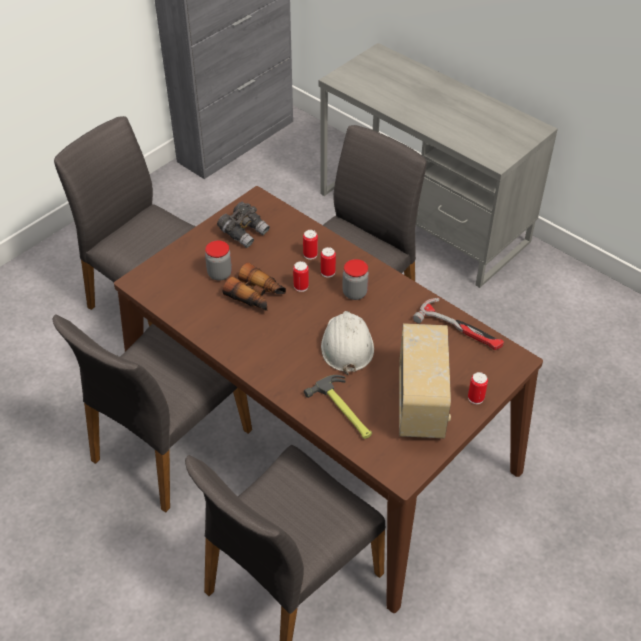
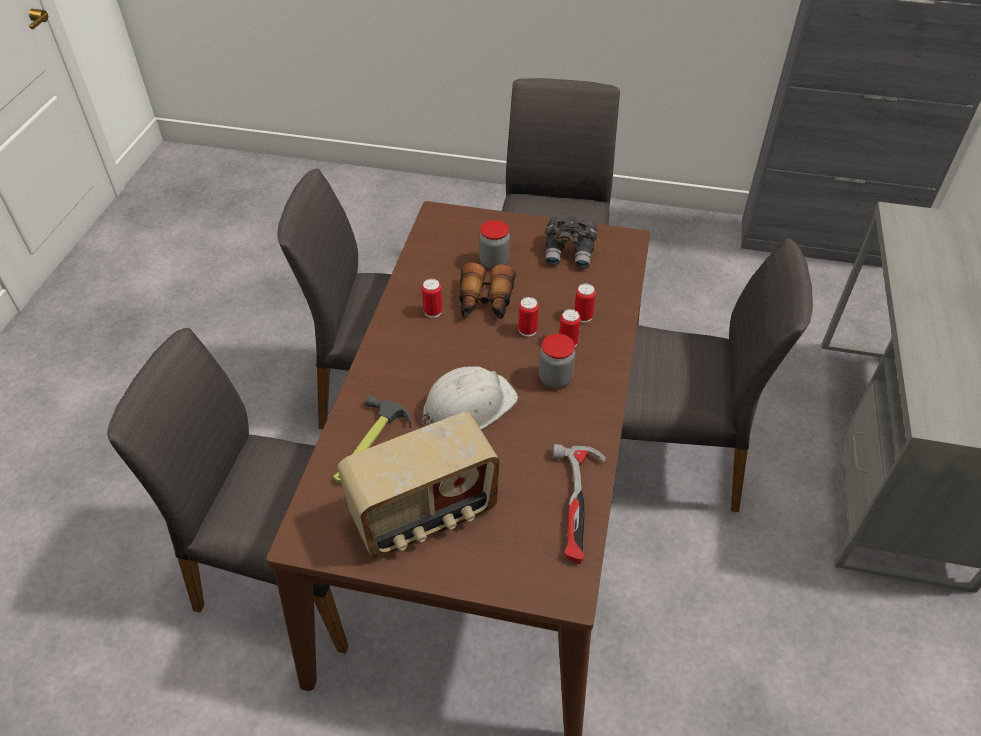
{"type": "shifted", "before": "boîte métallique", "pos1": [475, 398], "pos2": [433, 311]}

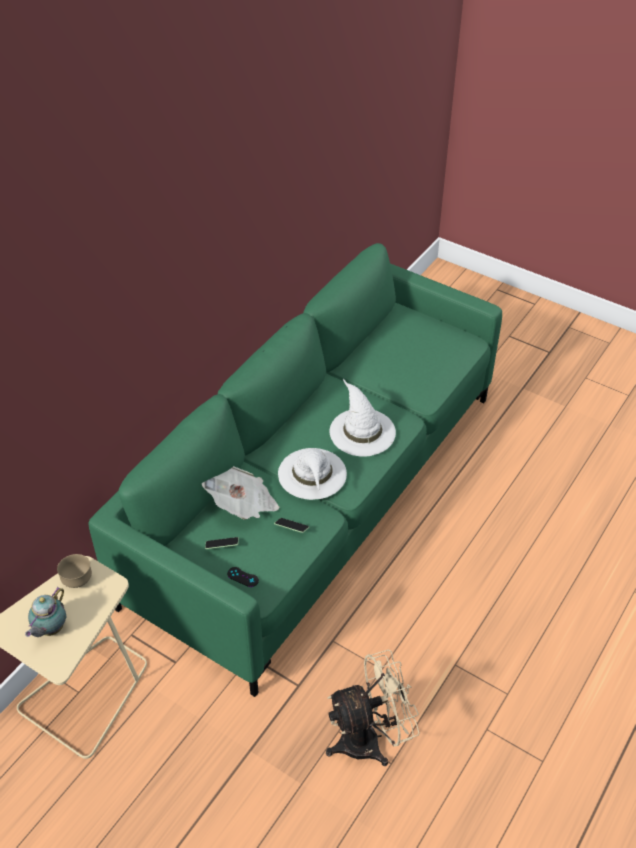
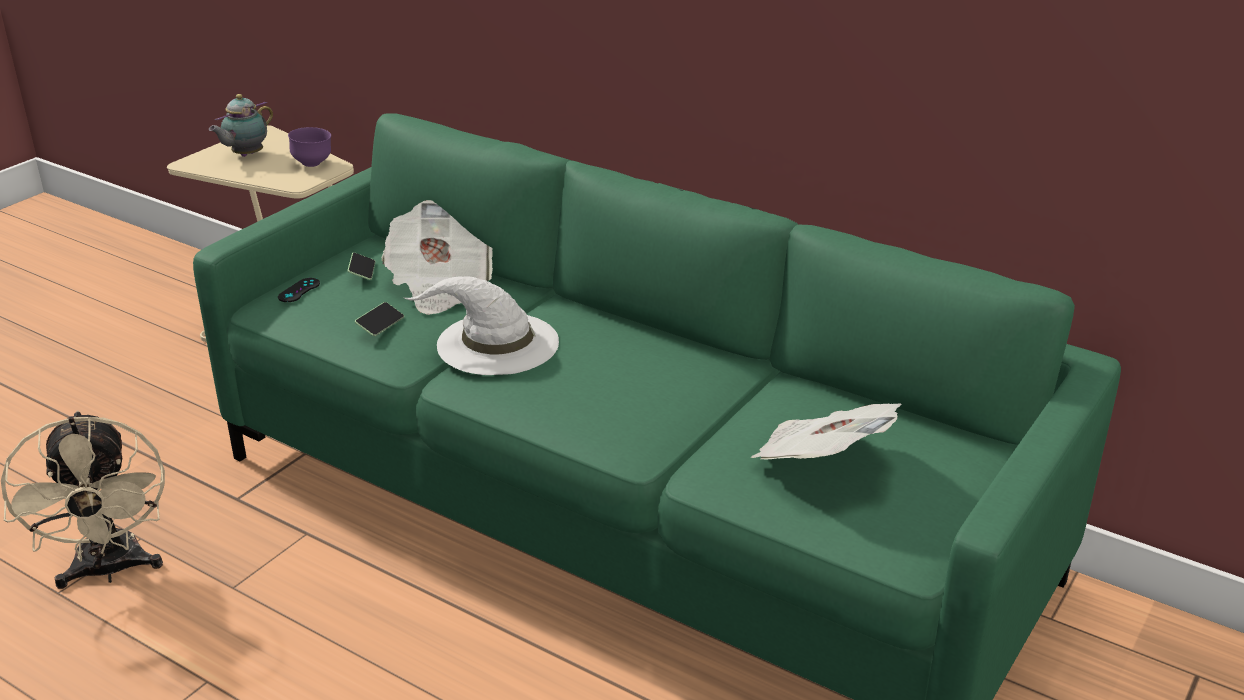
{"type": "gone", "before": "chapeau [blanc]", "pos1": [361, 431]}
{"type": "repainted", "before": "bol [marron]", "after": "bol [violet]", "pos1": [77, 580], "pos2": [313, 164]}
{"type": "rotated", "before": "théière", "pos1": [50, 629], "pos2": [245, 155], "turn": -75}
{"type": "new", "after": "journal", "pos2": [821, 462]}

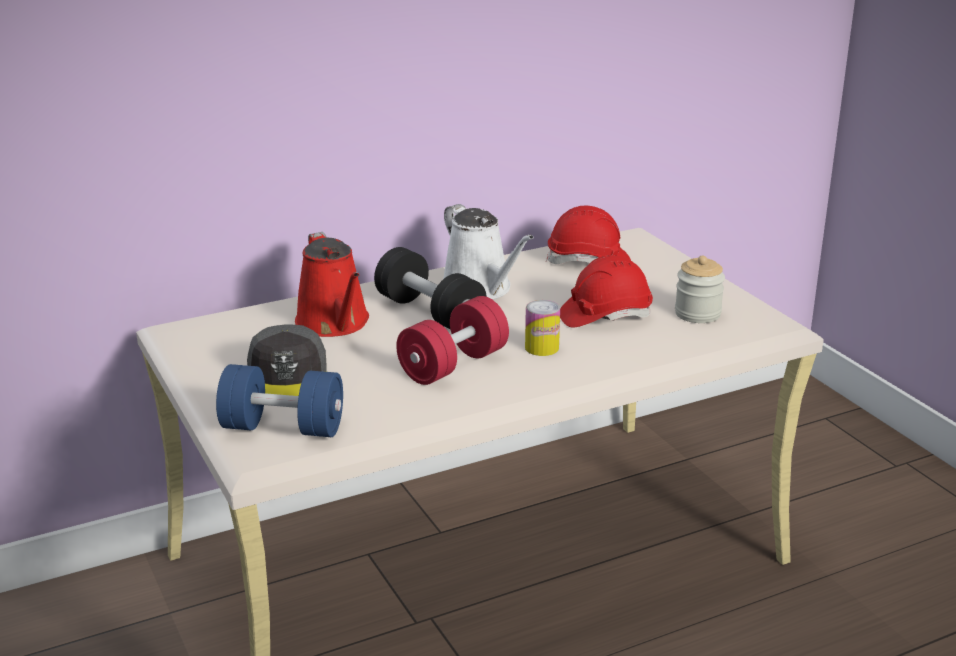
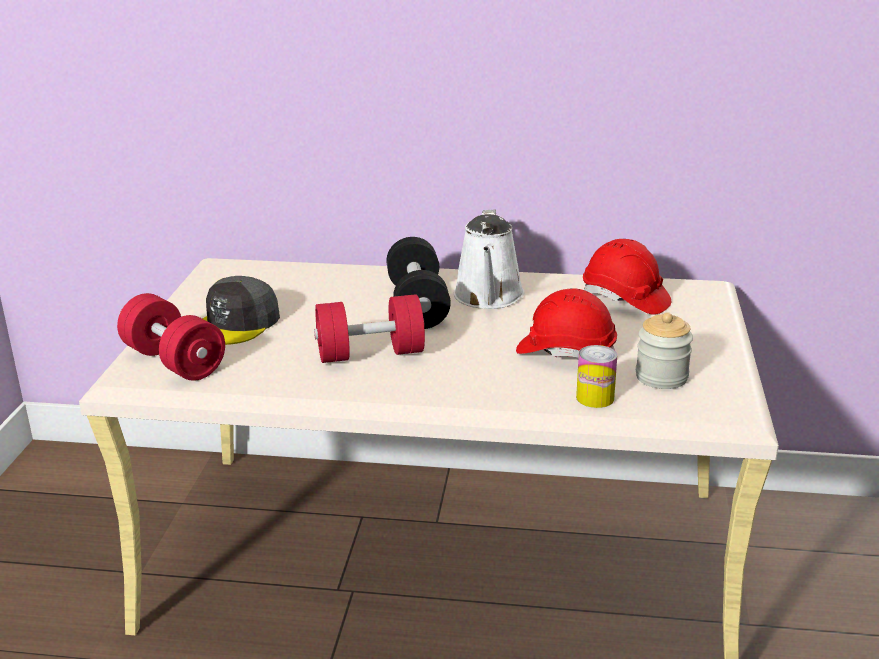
{"type": "gone", "before": "arrosoir [rouge]", "pos1": [334, 324]}
{"type": "shifted", "before": "boîte métallique", "pos1": [542, 348], "pos2": [595, 398]}
{"type": "repainted", "before": "haltère [bleu]", "after": "haltère [rouge]", "pos1": [282, 428], "pos2": [174, 361]}

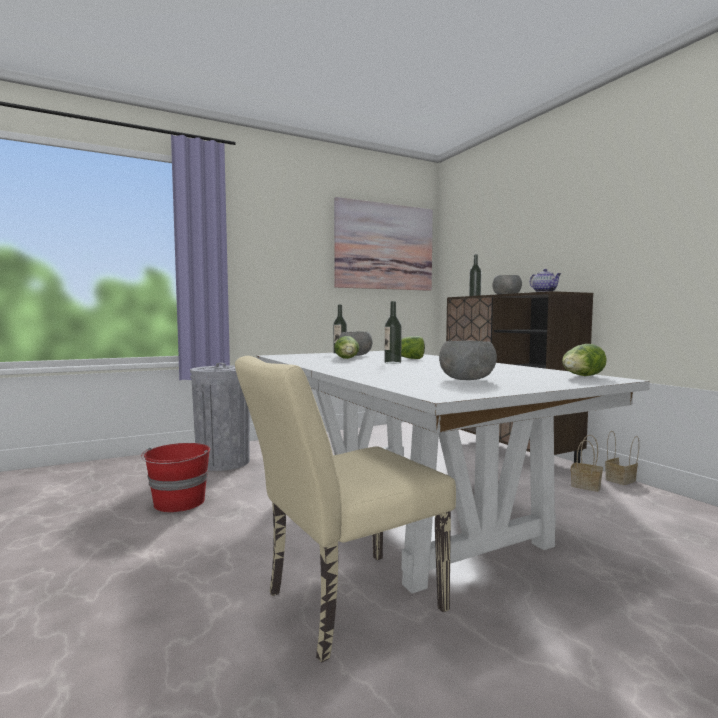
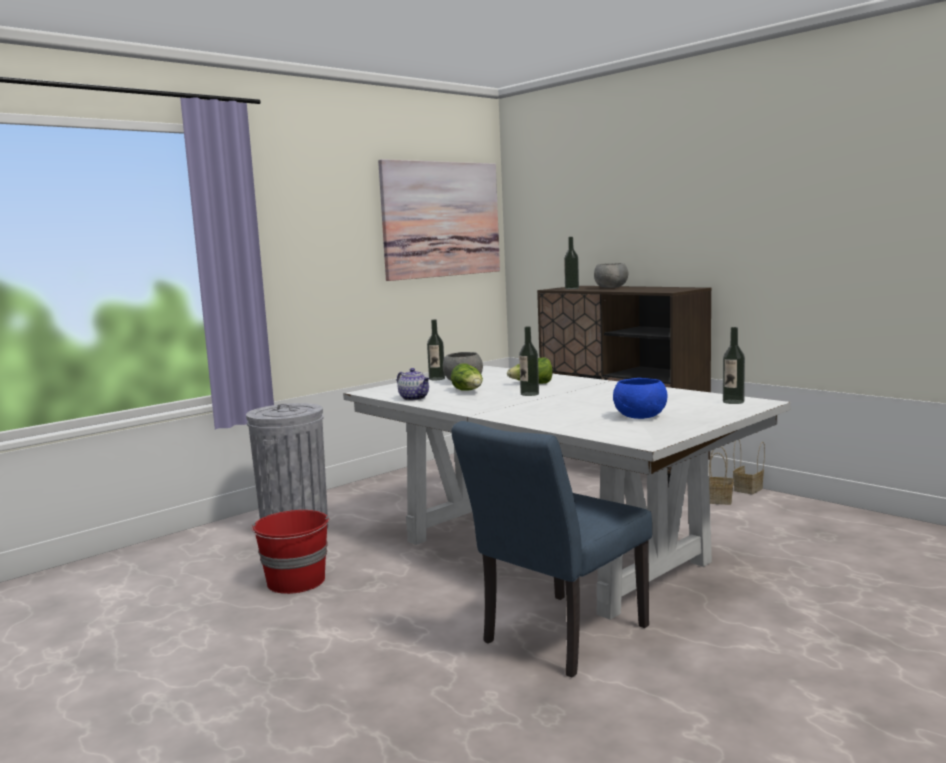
{"type": "shifted", "before": "théière", "pos1": [545, 292], "pos2": [414, 398]}
{"type": "repainted", "before": "bol [gris]", "after": "bol [bleu]", "pos1": [467, 379], "pos2": [640, 417]}
{"type": "swapped", "before": "laitue", "after": "bouteille", "pos1": [581, 377], "pos2": [733, 402]}
{"type": "repainted", "before": "chaise [beige]", "after": "chaise [bleu]", "pos1": [342, 605], "pos2": [557, 638]}

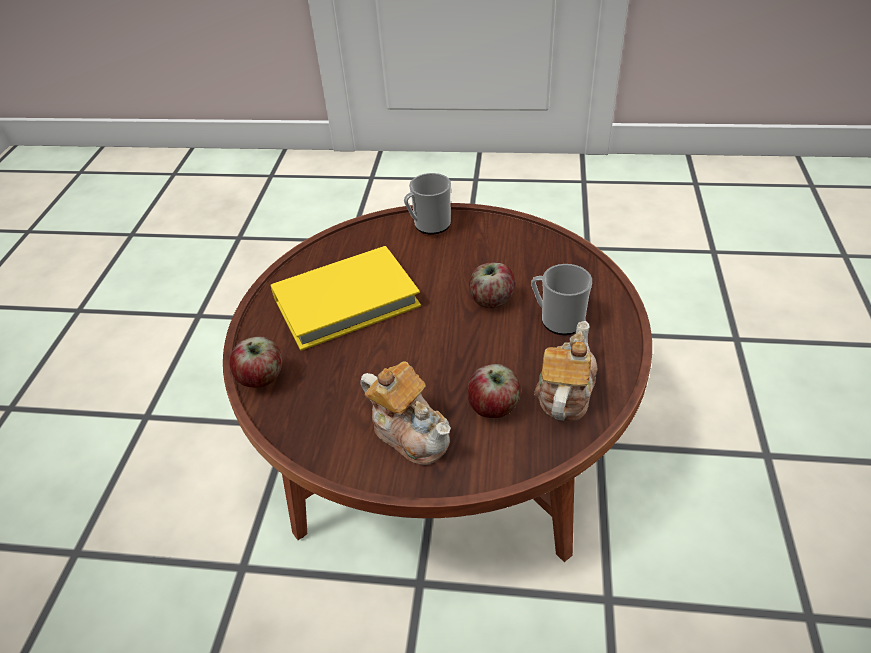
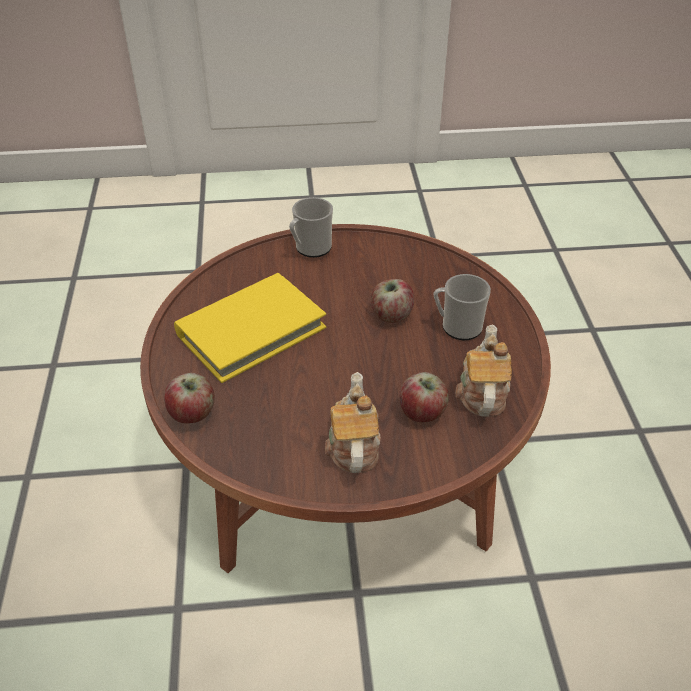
{"type": "rotated", "before": "théière", "pos1": [410, 432], "pos2": [353, 445], "turn": -120}

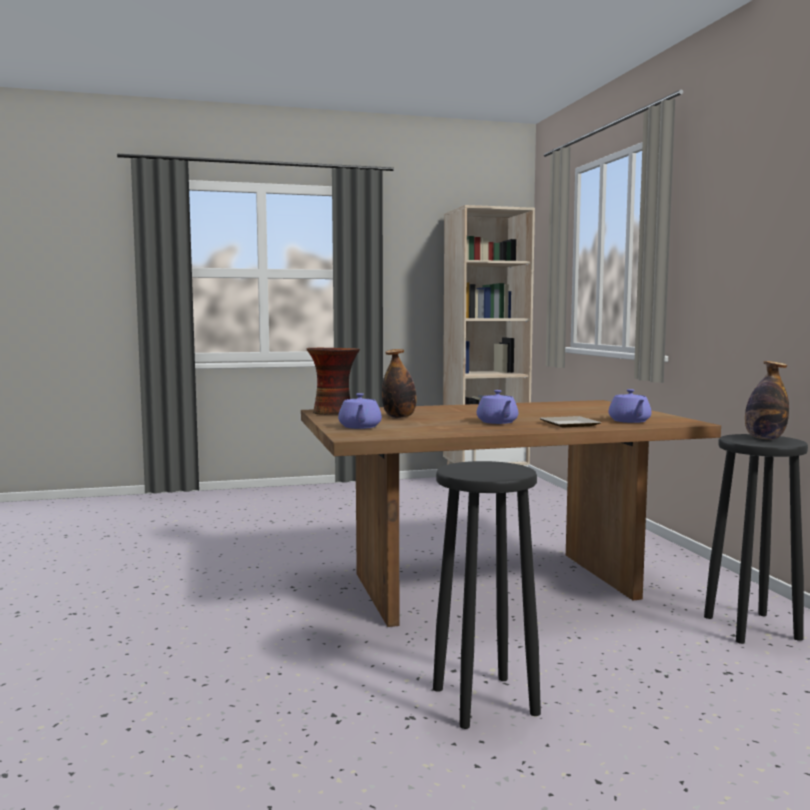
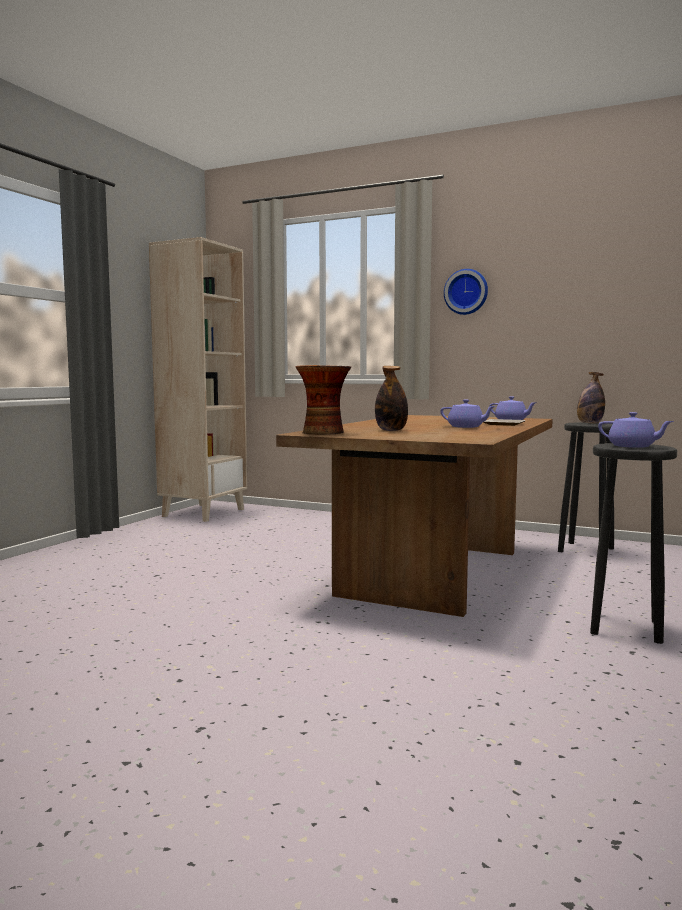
{"type": "shifted", "before": "théière [violet]", "pos1": [360, 427], "pos2": [633, 446]}
{"type": "new", "after": "horloge murale", "pos2": [466, 292]}

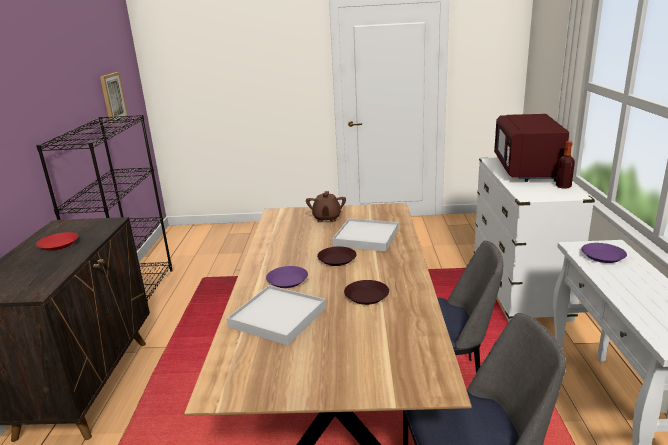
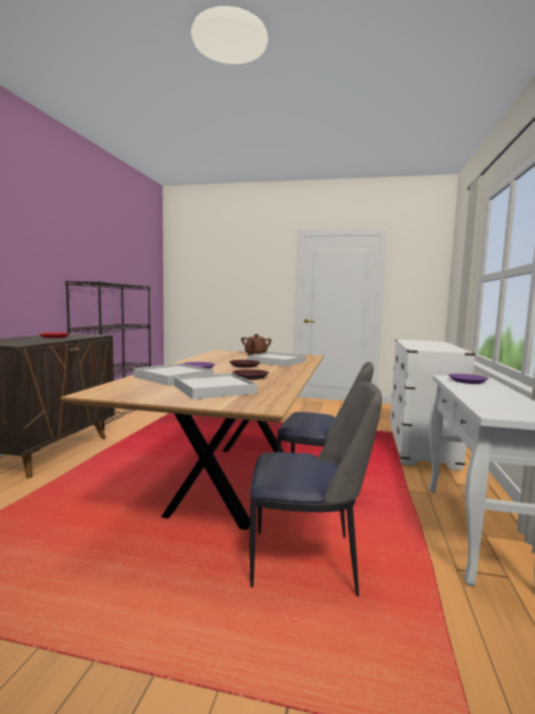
{"type": "gone", "before": "tableau", "pos1": [113, 97]}
{"type": "gone", "before": "micro-ondes [rouge]", "pos1": [527, 170]}
{"type": "gone", "before": "bouteille", "pos1": [563, 186]}
{"type": "new", "after": "plateau [blanc]", "pos2": [213, 389]}

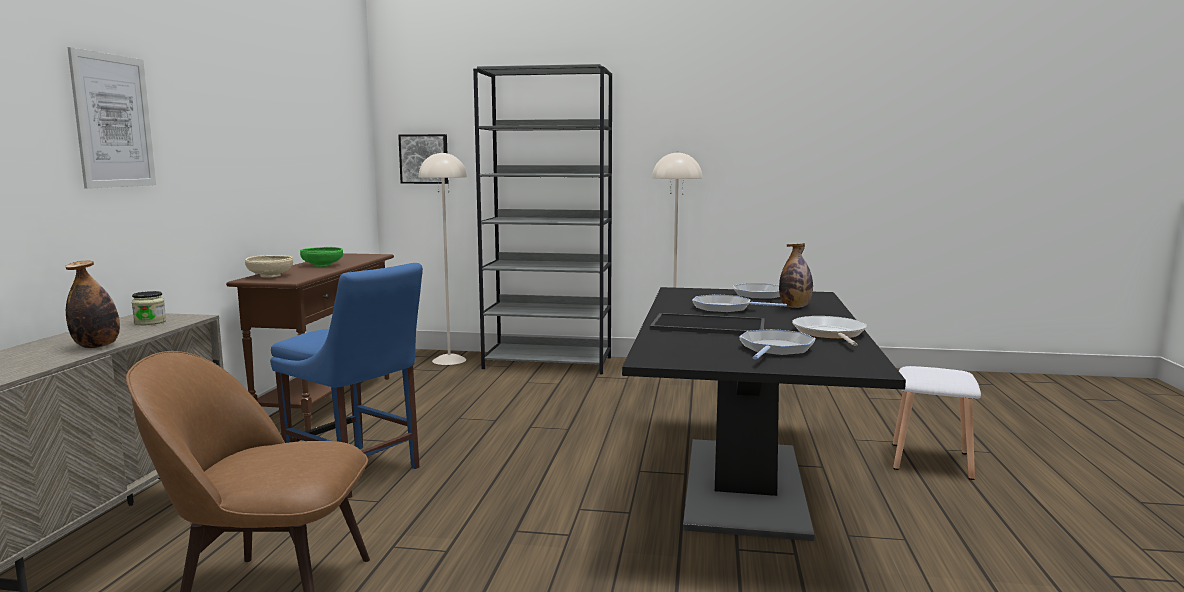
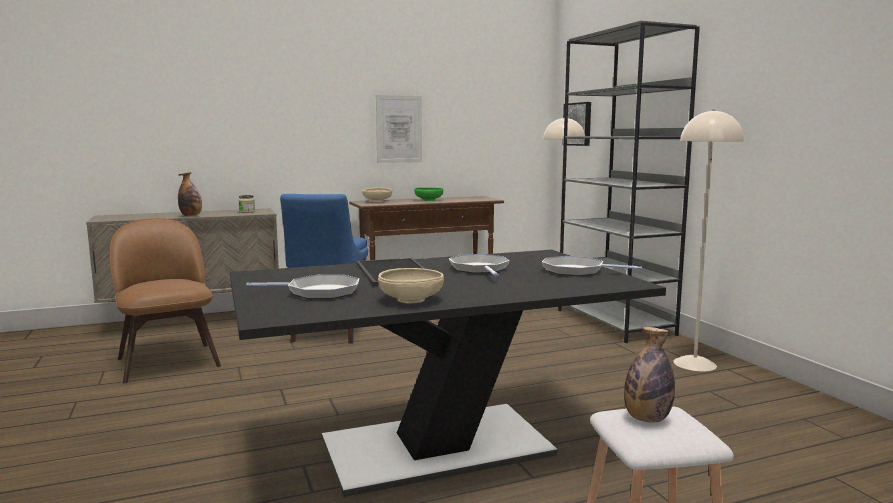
{"type": "shifted", "before": "tableau", "pos1": [113, 121], "pos2": [399, 129]}
{"type": "shifted", "before": "bouteille", "pos1": [795, 307], "pos2": [647, 419]}
{"type": "swapped", "before": "poêle", "after": "bol [beige]", "pos1": [829, 334], "pos2": [411, 300]}

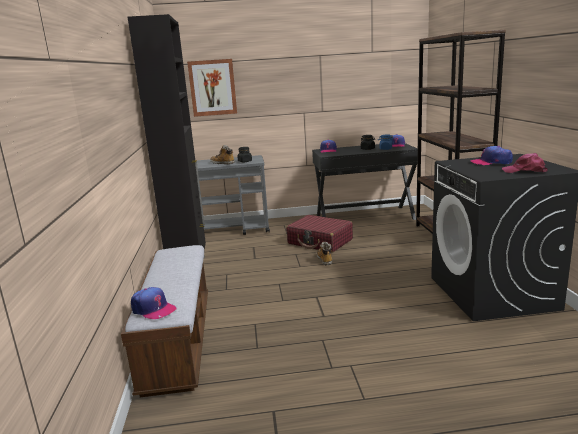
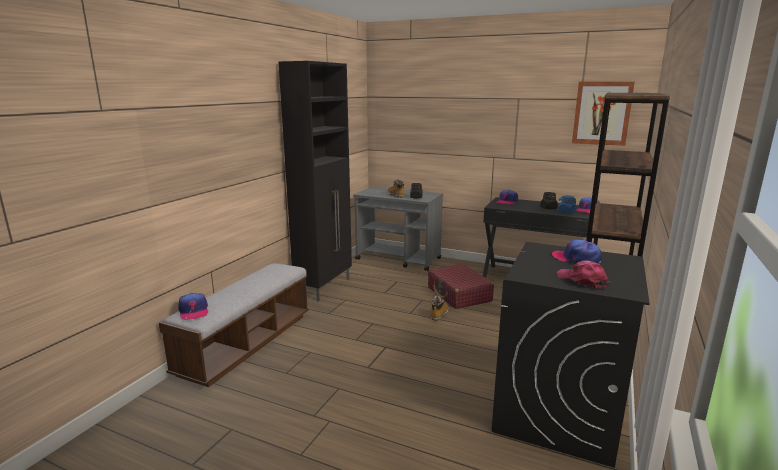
{"type": "shifted", "before": "tableau", "pos1": [212, 87], "pos2": [602, 113]}

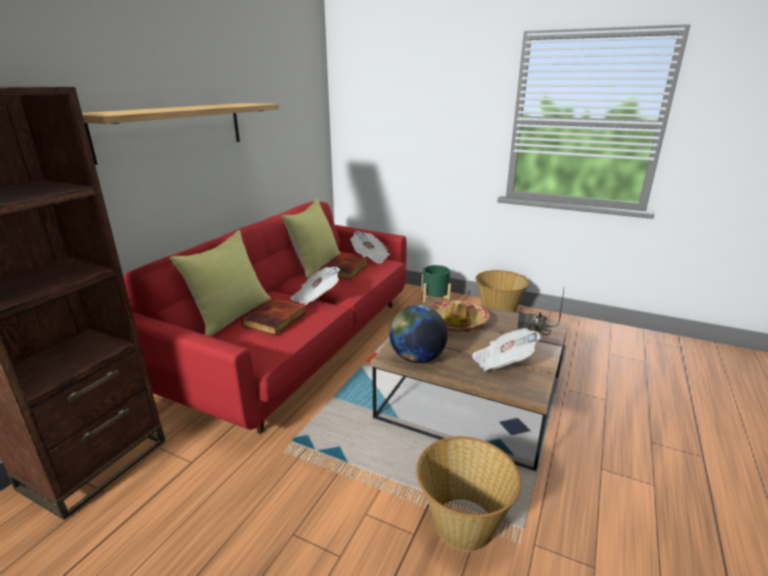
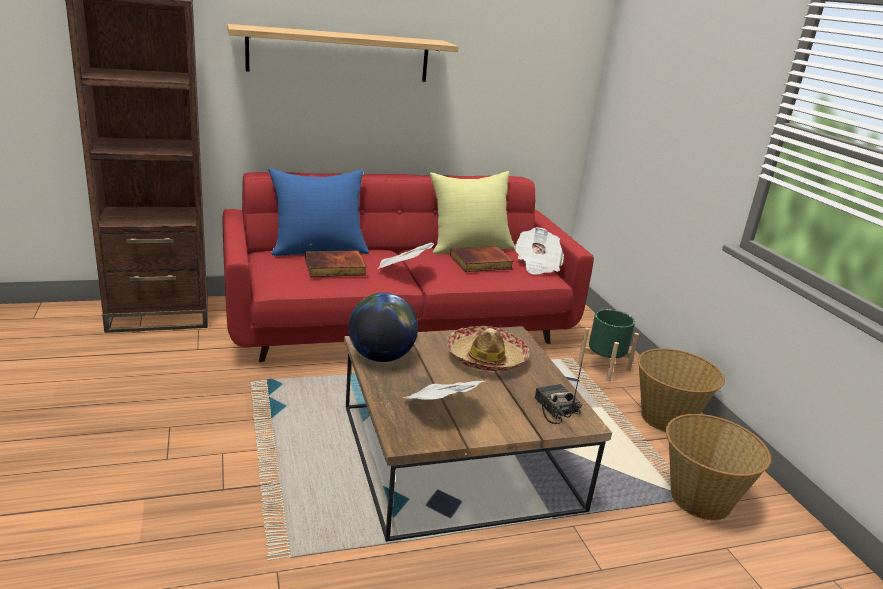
{"type": "repainted", "before": "coussin [jaune]", "after": "coussin [bleu]", "pos1": [231, 315], "pos2": [319, 250]}
{"type": "shifted", "before": "panier", "pos1": [462, 523], "pos2": [699, 498]}

